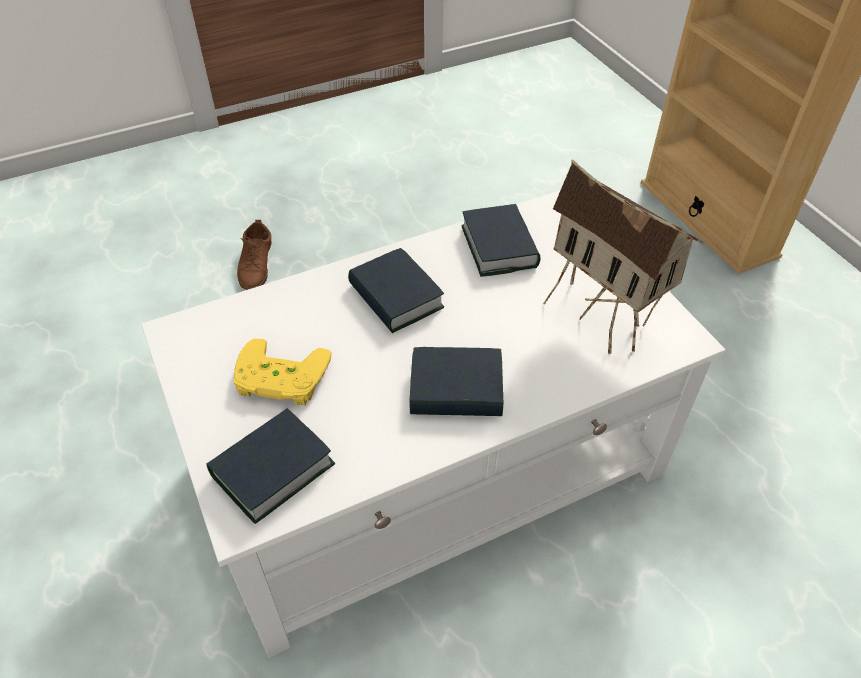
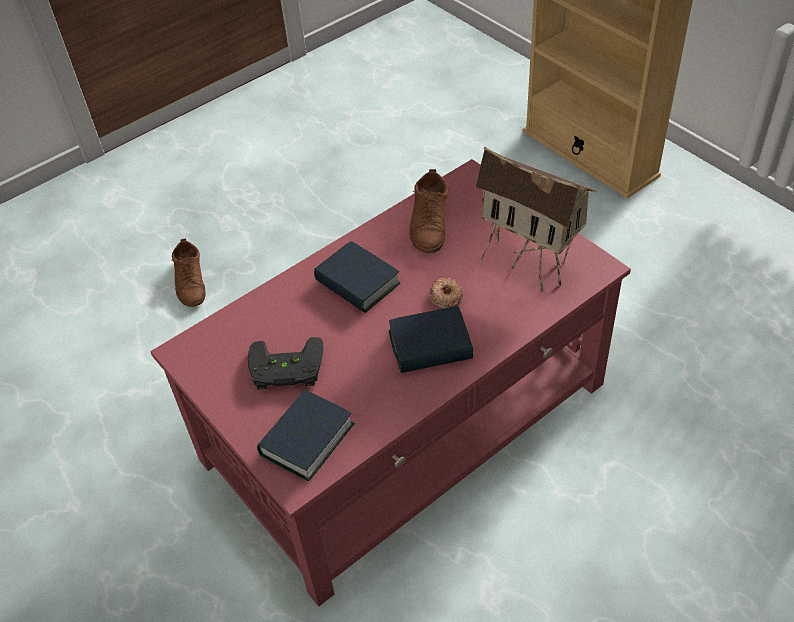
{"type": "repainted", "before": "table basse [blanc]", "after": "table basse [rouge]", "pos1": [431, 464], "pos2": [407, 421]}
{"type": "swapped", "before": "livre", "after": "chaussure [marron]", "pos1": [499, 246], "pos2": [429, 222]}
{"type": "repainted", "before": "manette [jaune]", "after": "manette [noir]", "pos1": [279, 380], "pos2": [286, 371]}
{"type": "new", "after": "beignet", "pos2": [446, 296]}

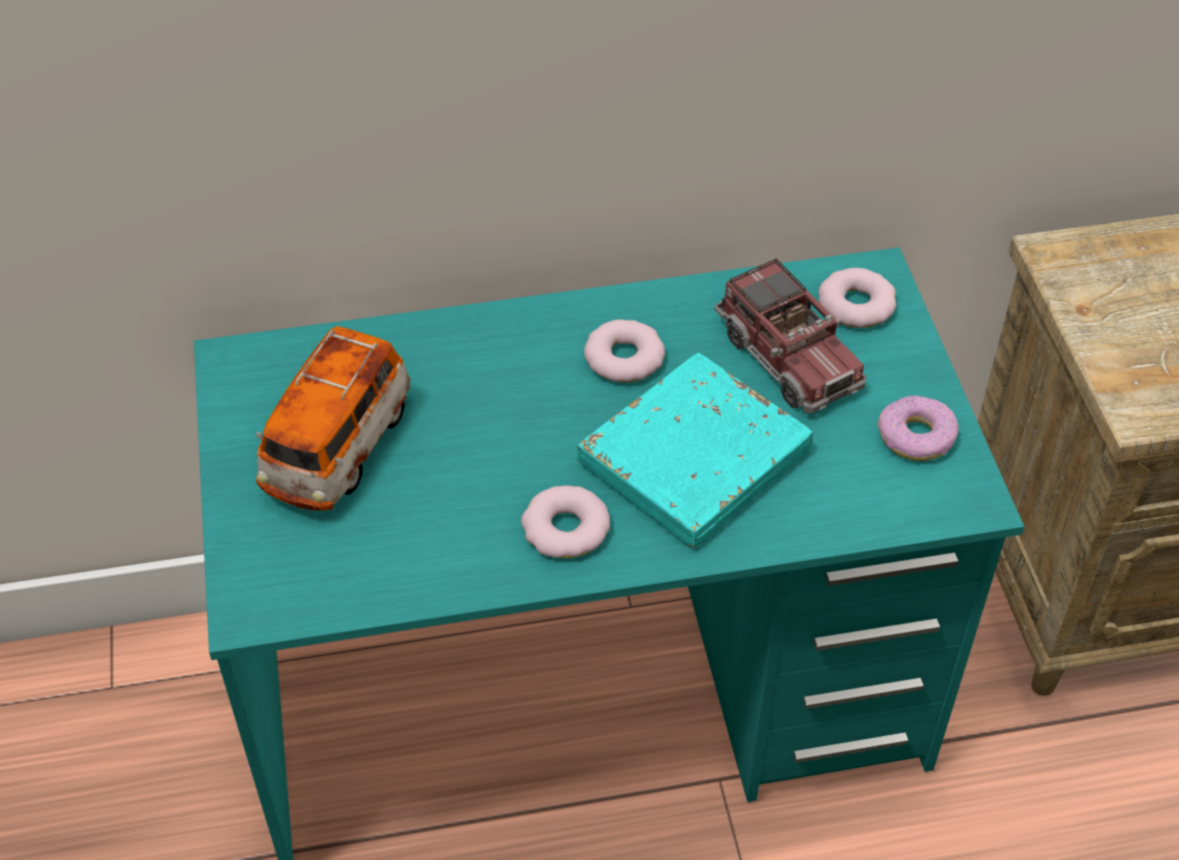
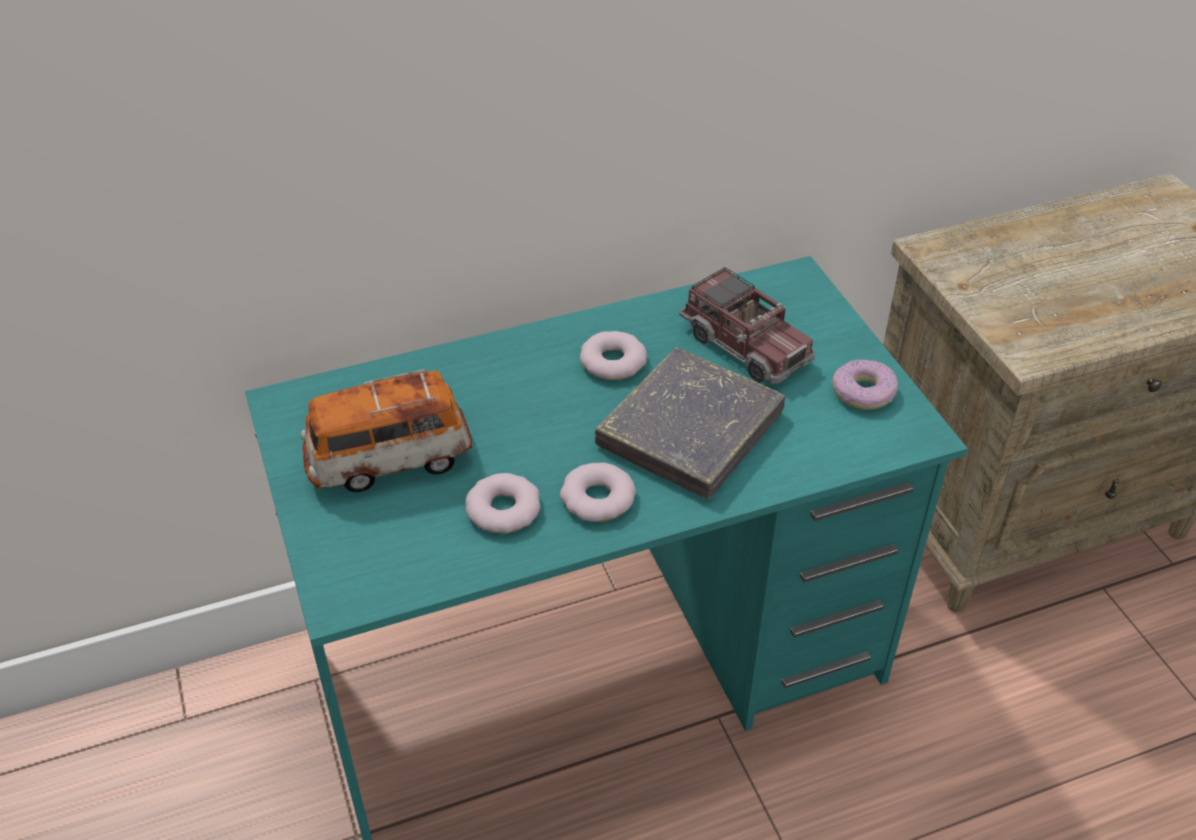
{"type": "shifted", "before": "beignet", "pos1": [856, 304], "pos2": [503, 509]}
{"type": "rotated", "before": "petite voiture", "pos1": [338, 448], "pos2": [389, 460], "turn": 60}
{"type": "repainted", "before": "livre [turquoise]", "after": "livre [gris]", "pos1": [695, 458], "pos2": [690, 430]}

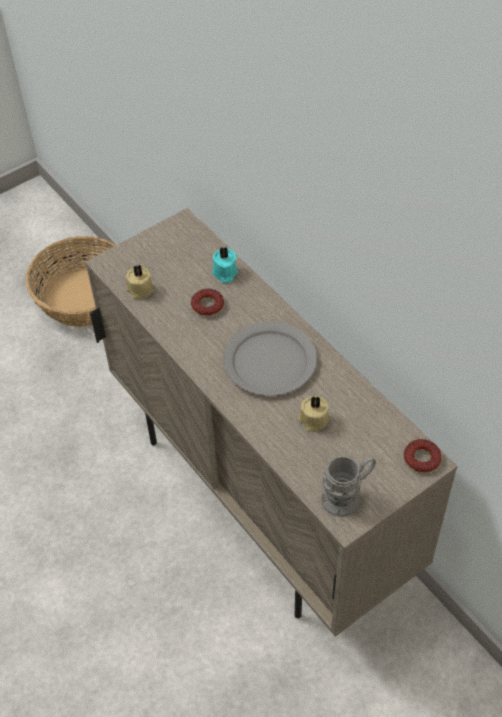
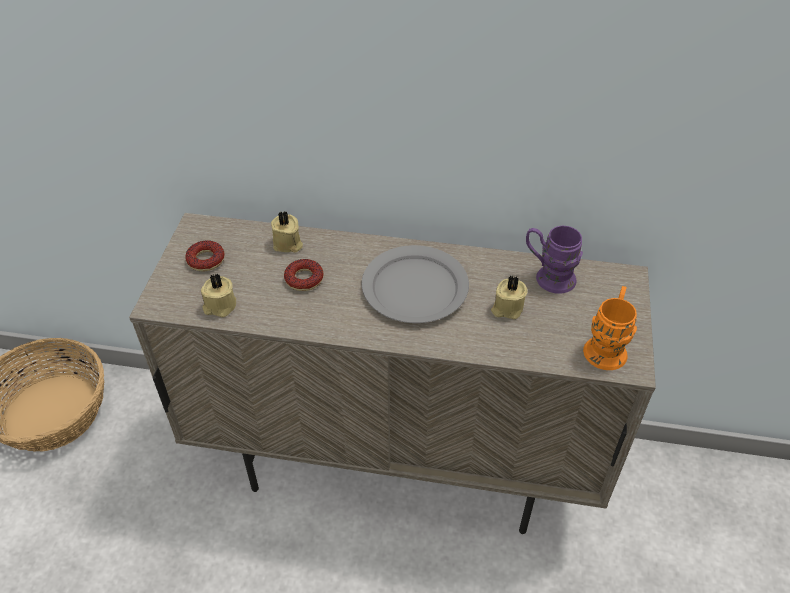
{"type": "repainted", "before": "bougie [turquoise]", "after": "bougie [beige]", "pos1": [224, 273], "pos2": [288, 244]}
{"type": "shifted", "before": "beignet", "pos1": [421, 459], "pos2": [206, 260]}
{"type": "repainted", "before": "mug [gris]", "after": "mug [orange]", "pos1": [347, 496], "pos2": [607, 346]}
{"type": "new", "after": "mug [violet]", "pos2": [548, 276]}

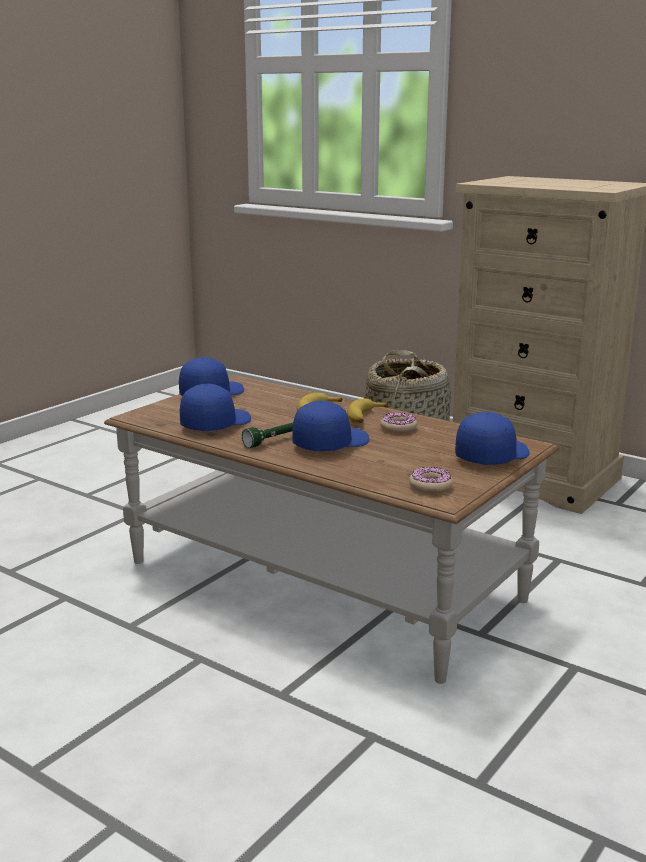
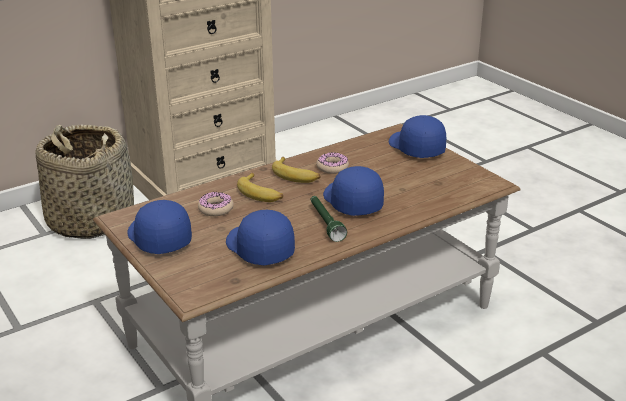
{"type": "shifted", "before": "beignet", "pos1": [430, 486], "pos2": [216, 209]}

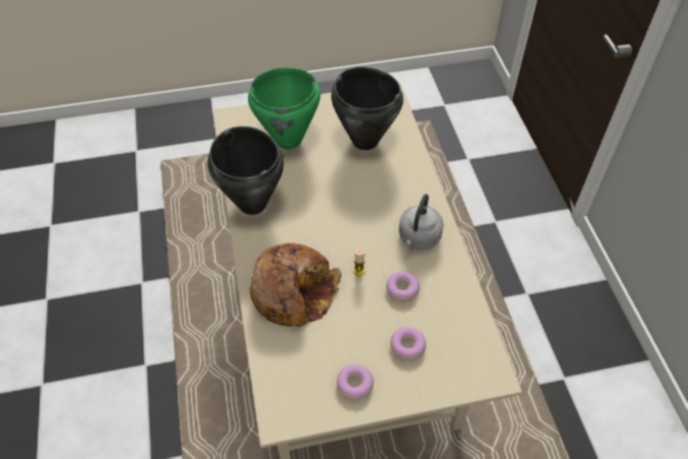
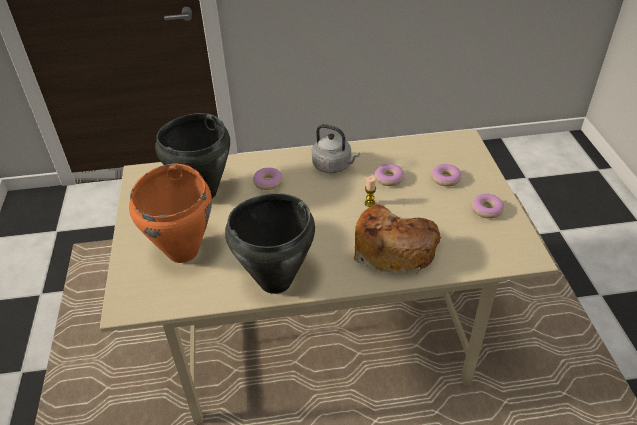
{"type": "repainted", "before": "marmite [vert]", "after": "marmite [orange]", "pos1": [289, 140], "pos2": [184, 251]}
{"type": "new", "after": "beignet", "pos2": [268, 182]}

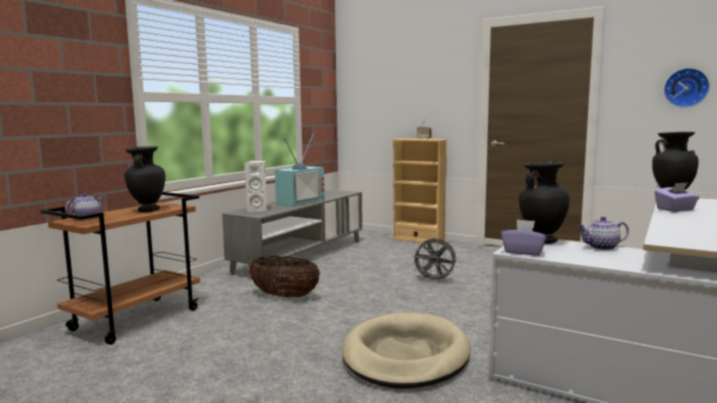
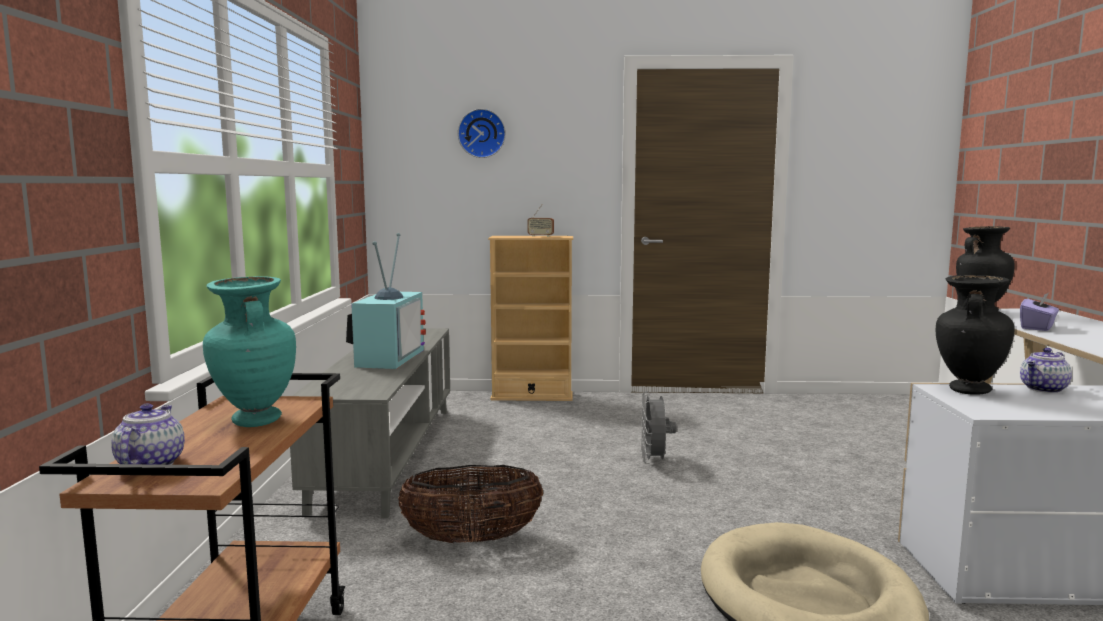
{"type": "shifted", "before": "horloge murale", "pos1": [686, 88], "pos2": [482, 133]}
{"type": "repainted", "before": "vase [noir]", "after": "vase [turquoise]", "pos1": [147, 210], "pos2": [254, 421]}
{"type": "gone", "before": "enceinte [blanc]", "pos1": [258, 209]}
{"type": "gone", "before": "boîte à mouchoirs [violet]", "pos1": [523, 252]}
{"type": "rotated", "before": "ventilateur [gris]", "pos1": [435, 280], "pos2": [654, 461], "turn": 105}

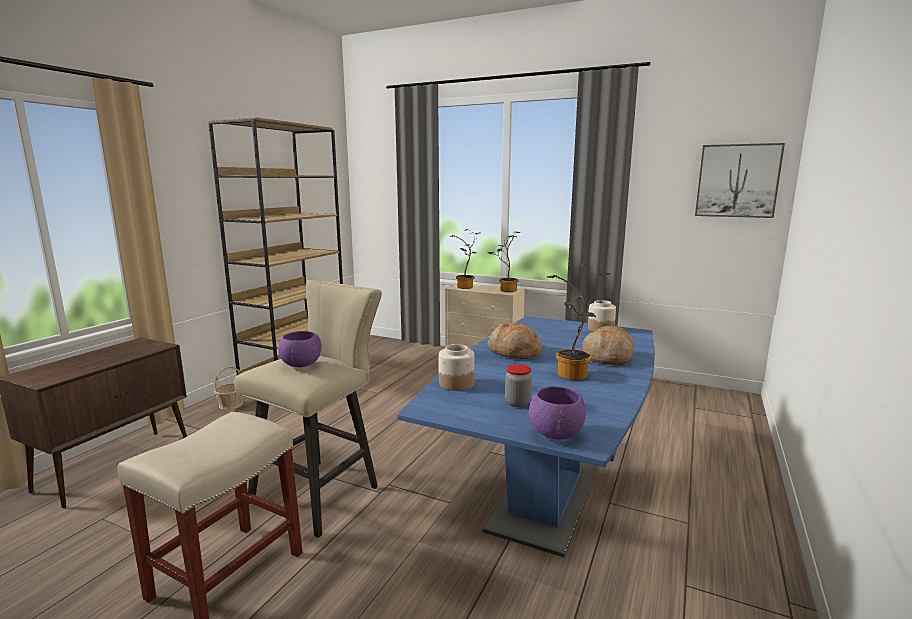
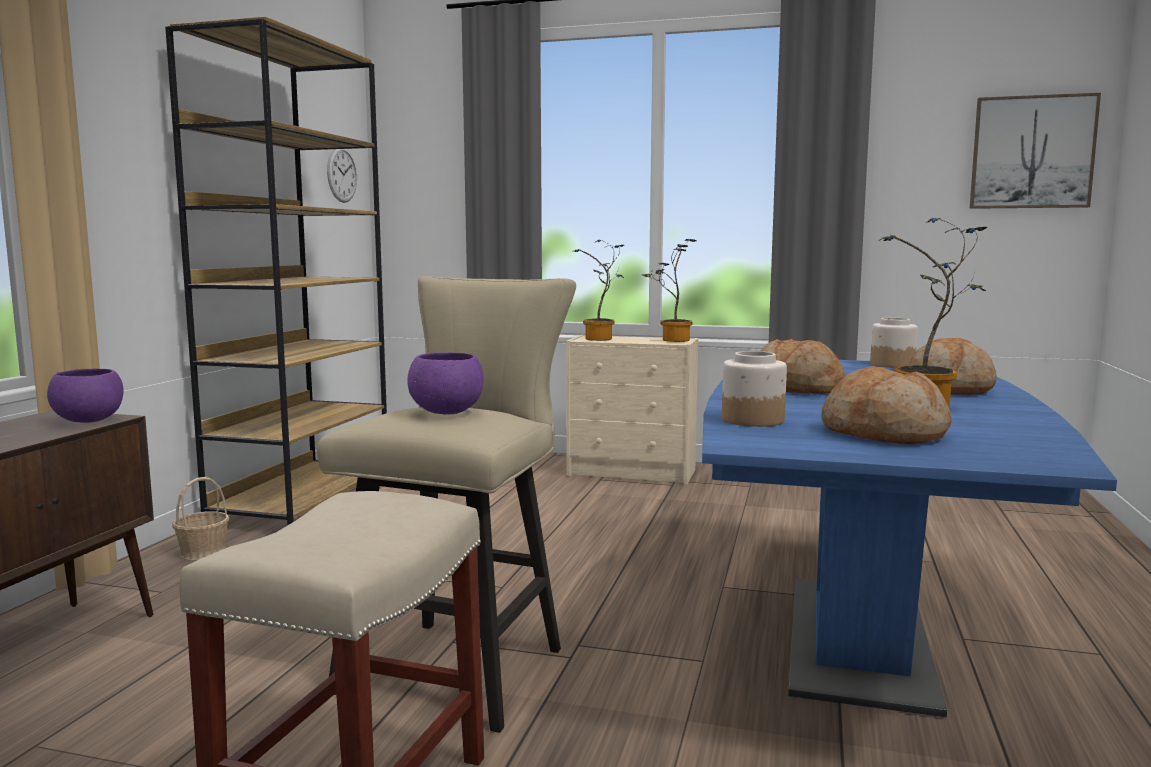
{"type": "swapped", "before": "bocal", "after": "pain", "pos1": [517, 403], "pos2": [884, 433]}
{"type": "shifted", "before": "bol [violet]", "pos1": [557, 434], "pos2": [90, 421]}
{"type": "new", "after": "horloge murale", "pos2": [342, 174]}

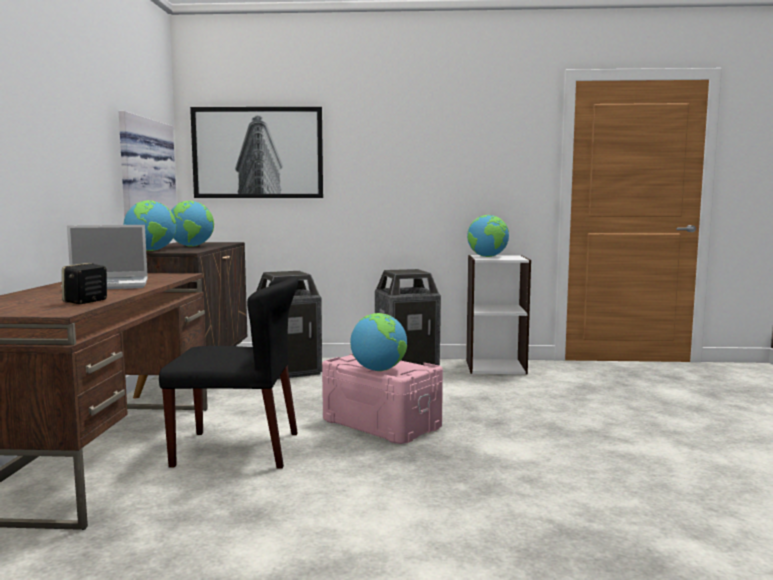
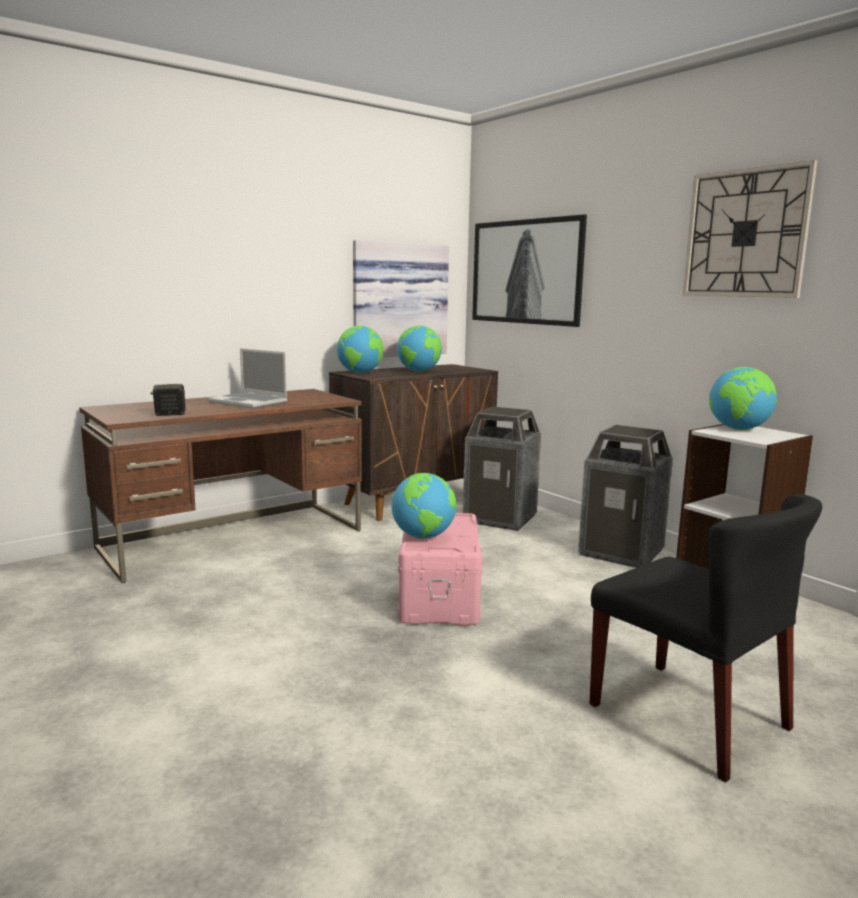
{"type": "shifted", "before": "chaise [noir]", "pos1": [238, 449], "pos2": [689, 717]}
{"type": "new", "after": "horloge murale", "pos2": [745, 233]}

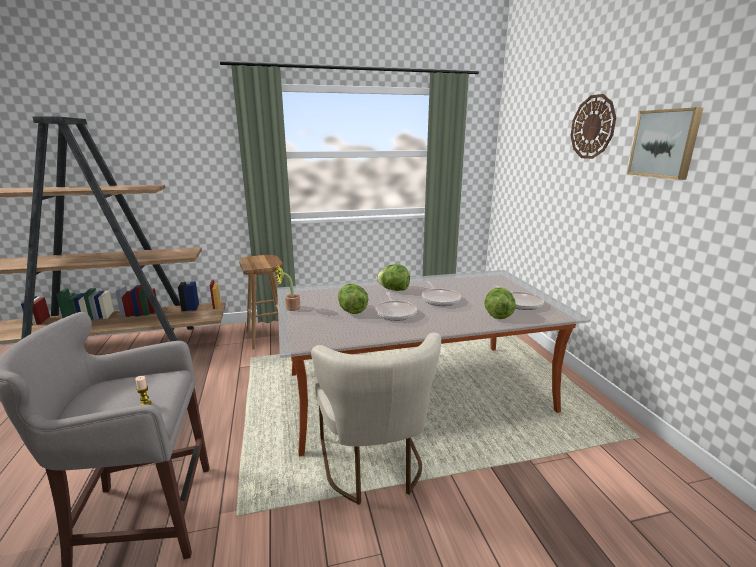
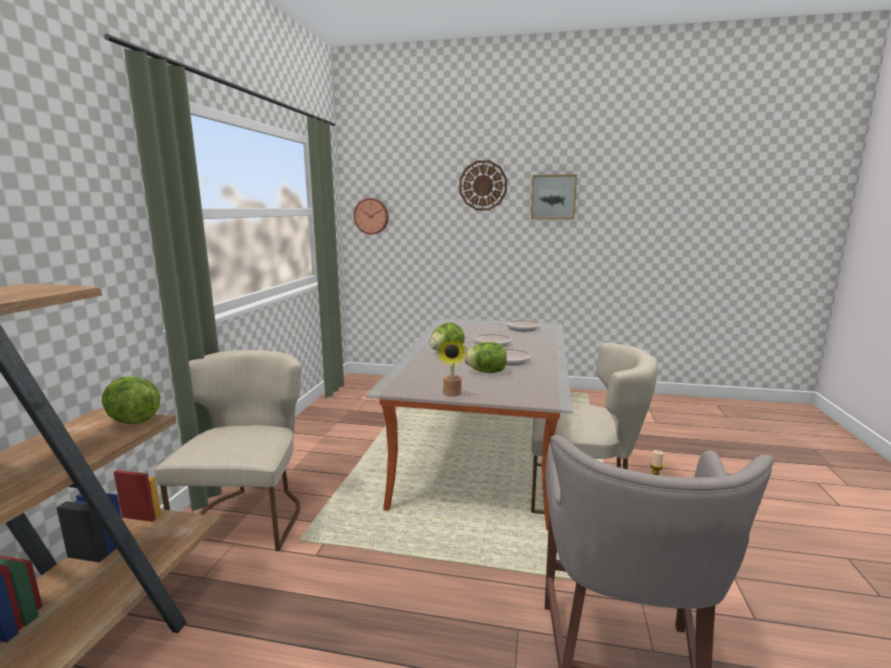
{"type": "swapped", "before": "tabouret [marron]", "after": "chaise [beige]", "pos1": [268, 336], "pos2": [249, 515]}
{"type": "shifted", "before": "laitue", "pos1": [498, 315], "pos2": [133, 420]}
{"type": "new", "after": "horloge murale", "pos2": [371, 216]}

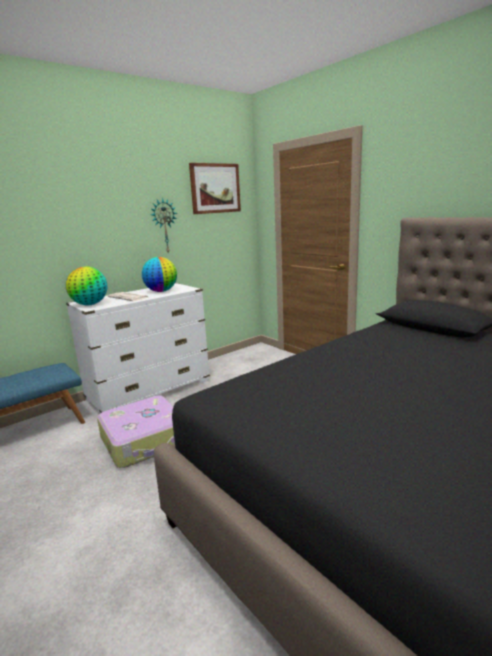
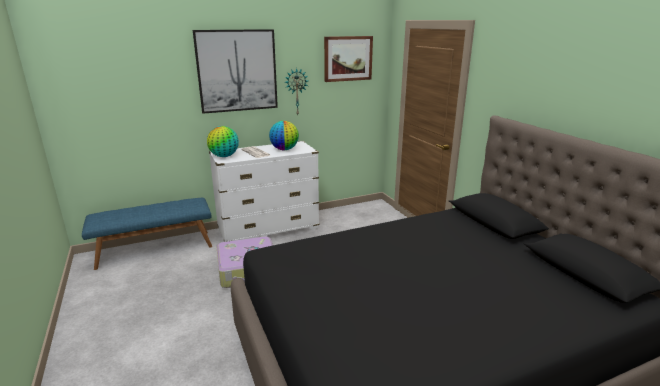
{"type": "new", "after": "tableau", "pos2": [237, 71]}

